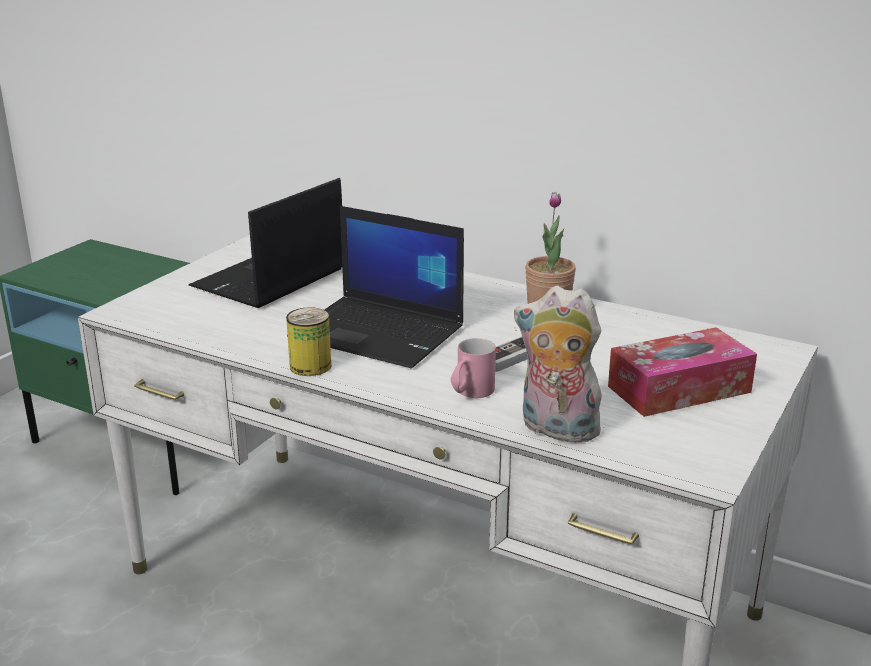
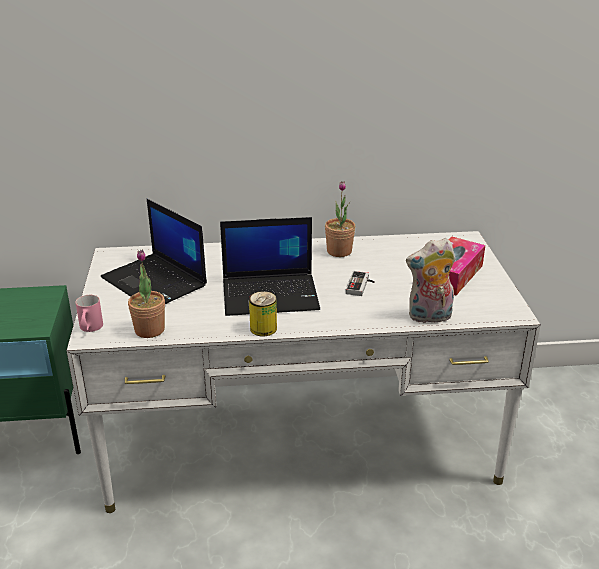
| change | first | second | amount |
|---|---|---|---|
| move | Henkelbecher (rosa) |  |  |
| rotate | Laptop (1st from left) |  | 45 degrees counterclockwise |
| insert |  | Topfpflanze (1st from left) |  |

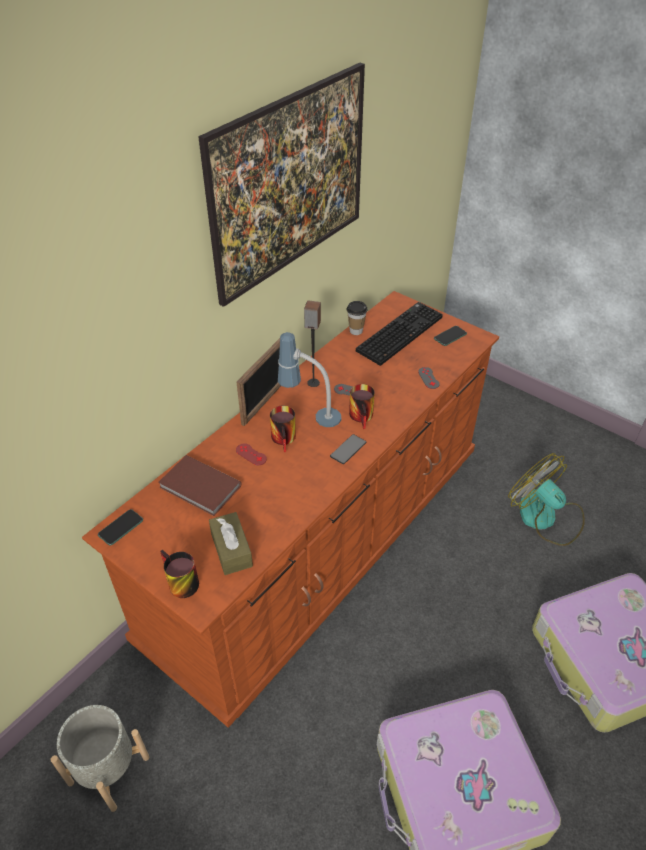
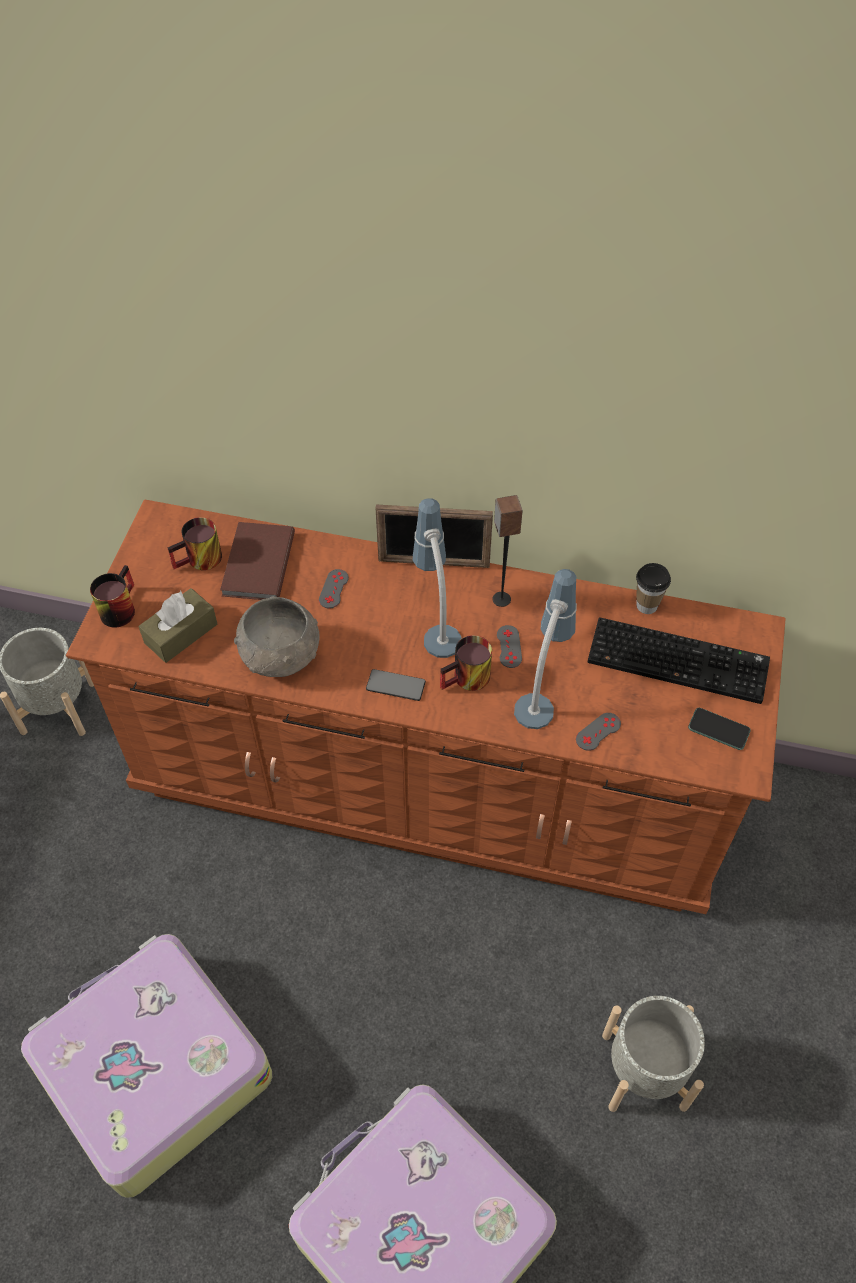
| change | first | second | amount |
|---|---|---|---|
| move | Henkelbecher (2nd from left) |  |  |
| insert |  | Schüssel (grau) |  |
| recolor | Gamepad (rot) | Gamepad (grau) (1st from left) |  |
| insert |  | Tischlampe (2nd from left) |  |
| replace | Ventilator | Pflanzkübel (grau) (2nd from left) |  |
| delete | Handy (1st from left) |  |  |
| delete | Bild |  |  |

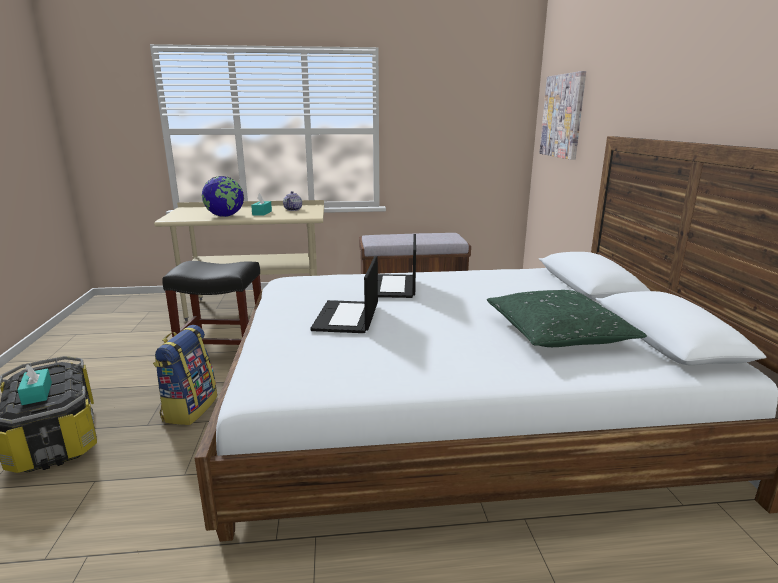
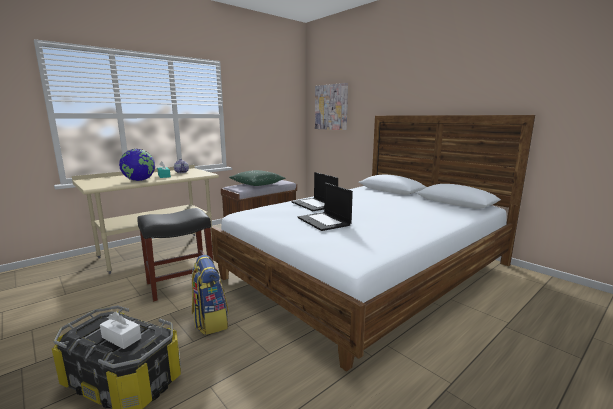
| change | first | second | amount |
|---|---|---|---|
| recolor | Taschentuchbox (türkis) (1st from left) | Taschentuchbox (weiß) |  |
| move | Kissen (grün) |  |  |

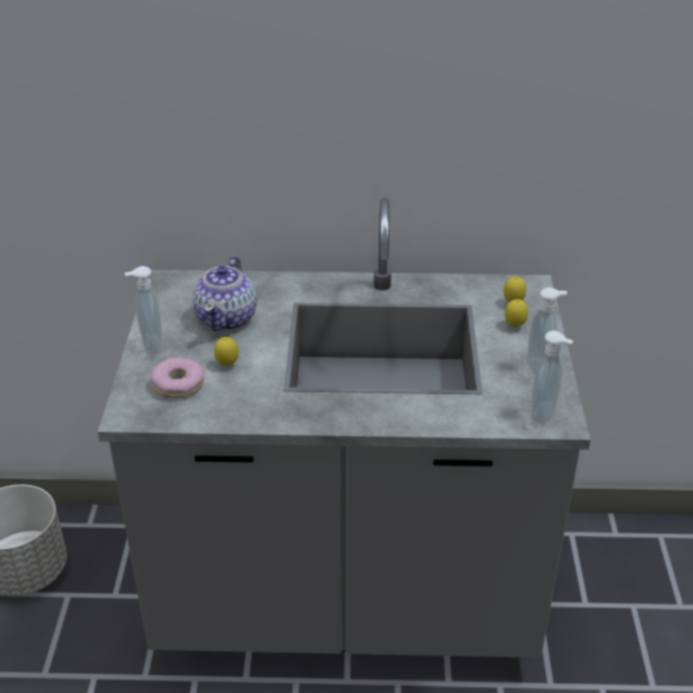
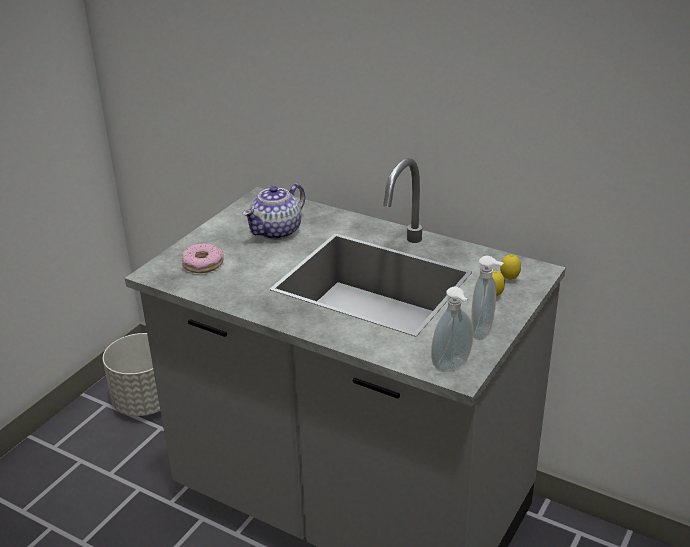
| change | first | second | amount |
|---|---|---|---|
| delete | Seifenspender (1st from left) |  |  |
| delete | Zitrone (1st from left) |  |  |

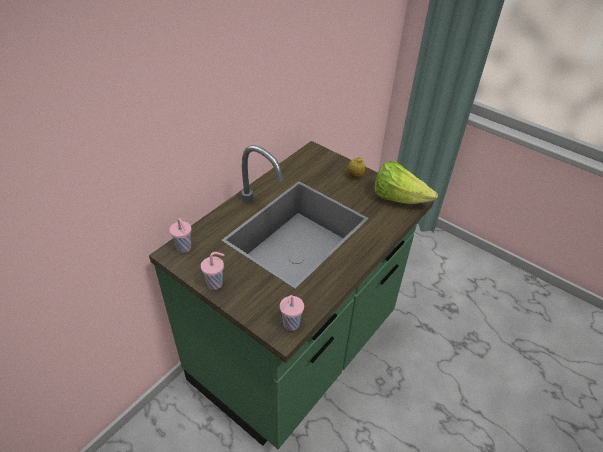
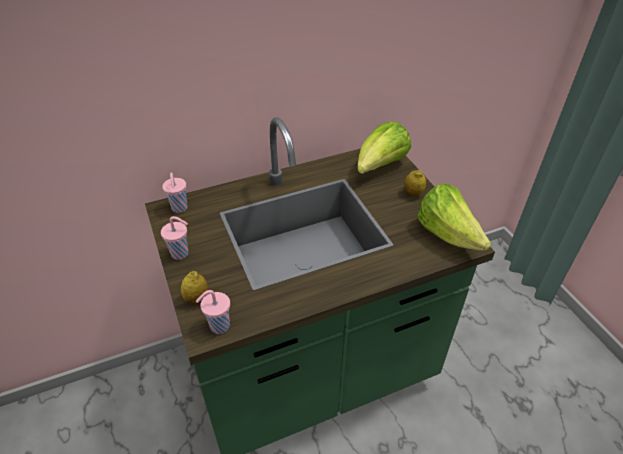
| change | first | second | amount |
|---|---|---|---|
| insert |  | Zitrone (1st from left) |  |
| insert |  | Salatkopf (1st from left) |  |

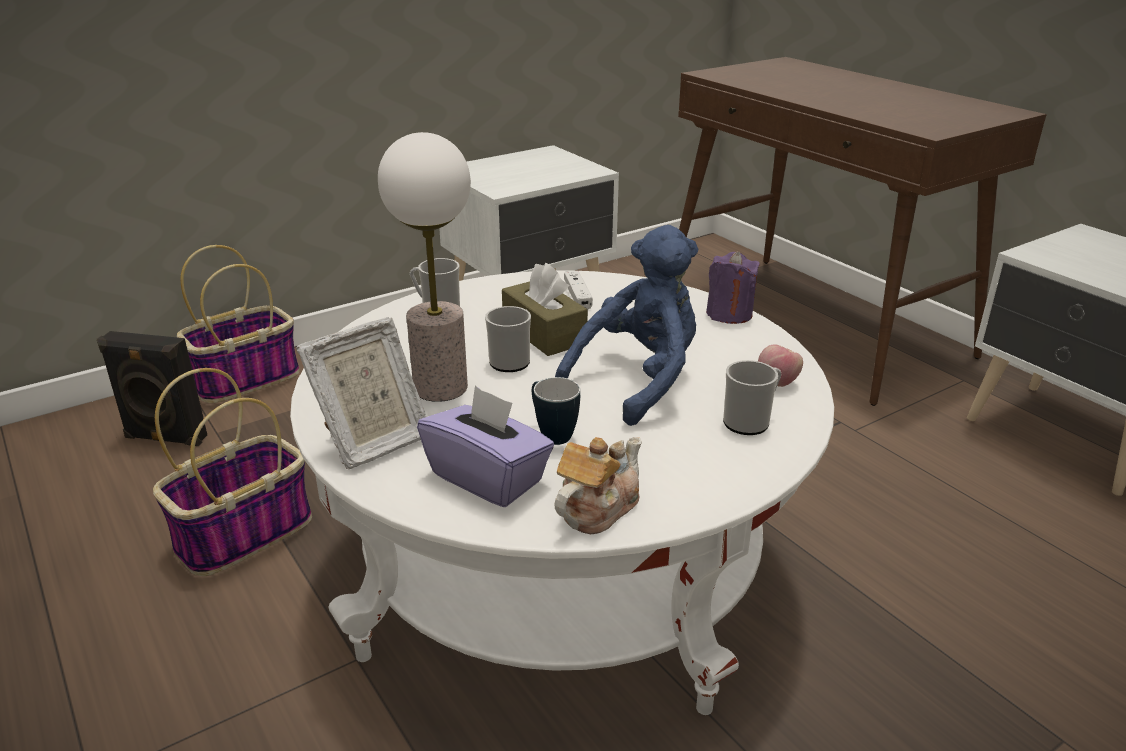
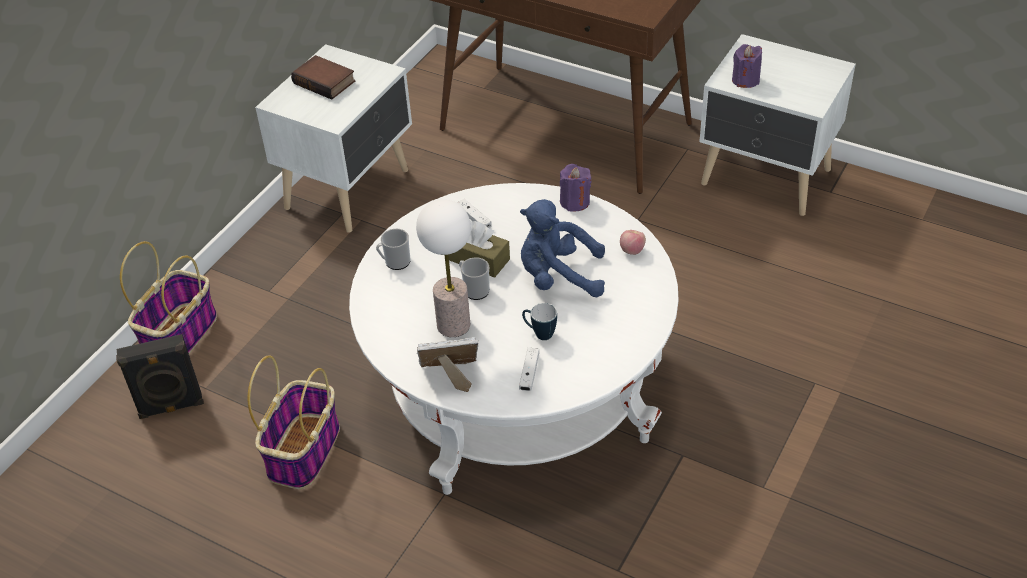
| change | first | second | amount |
|---|---|---|---|
| insert |  | Buch |  |
| rotate | Bilderrahmen |  | 120 degrees counterclockwise |
| replace | Taschentuchbox (lila) | Gamepad (weiß) (2nd from left) |  |
| rotate | Plüschtier (blau) |  | 105 degrees counterclockwise |
| insert |  | Kerze (lila) (2nd from left) |  |
| delete | Teekanne |  |  |
| delete | Henkelbecher (4th from left) |  |  |

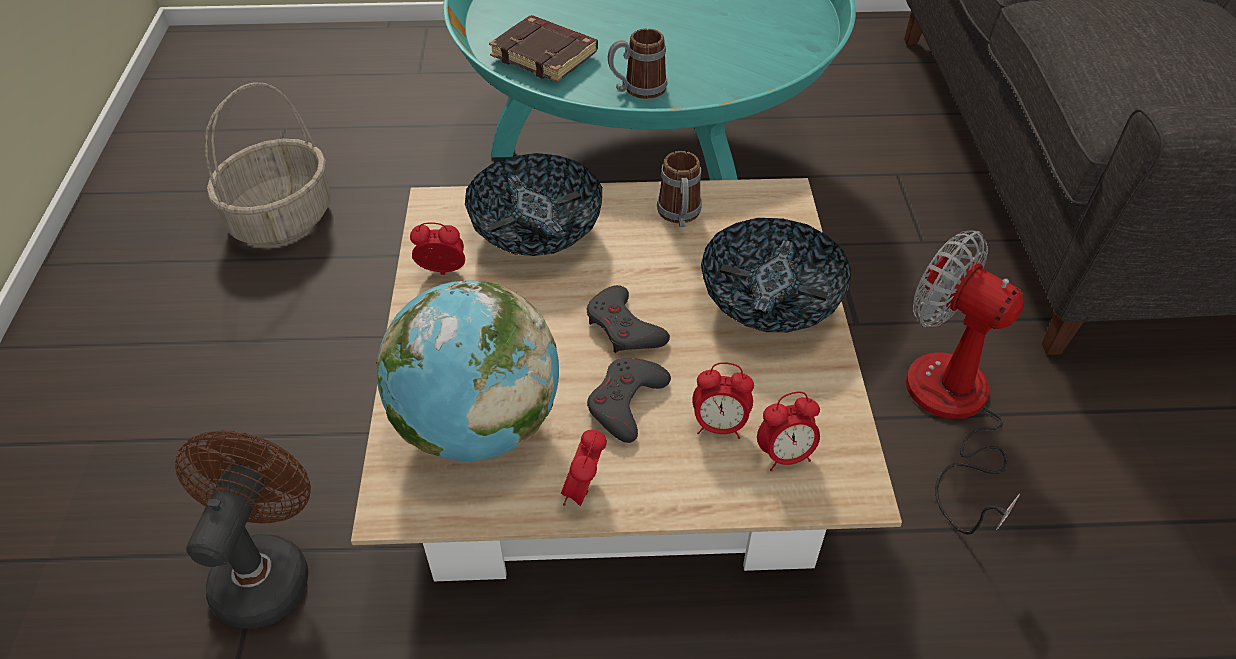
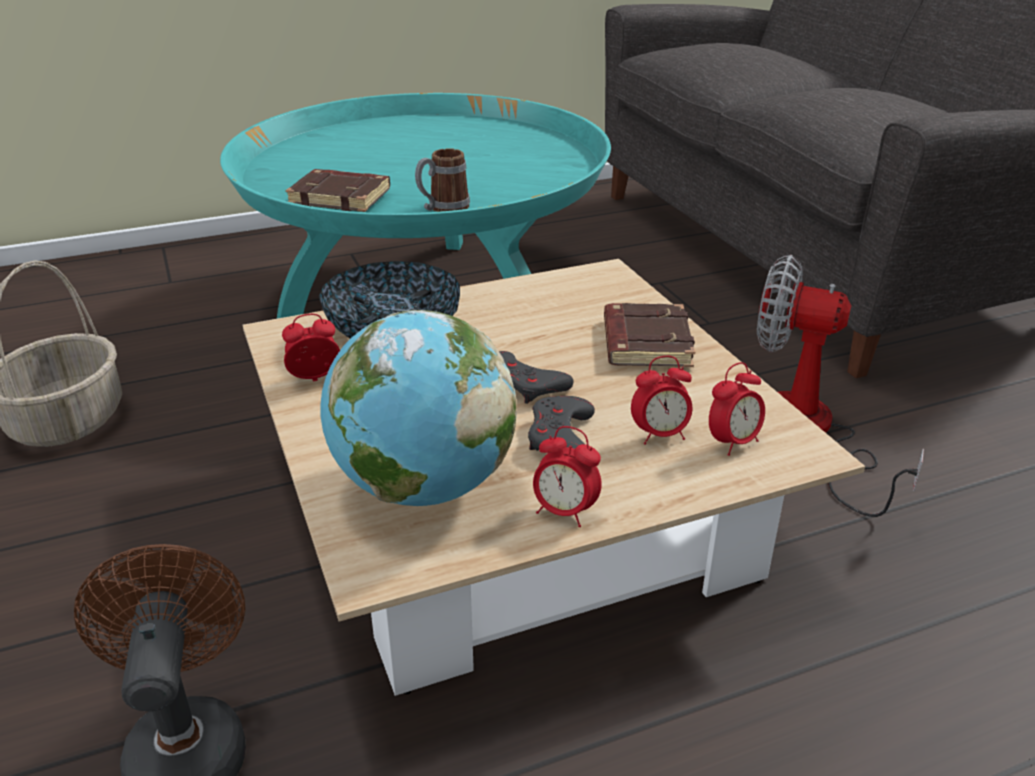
| change | first | second | amount |
|---|---|---|---|
| rotate | Wecker (2nd from left) |  | 60 degrees counterclockwise |
| replace | Schüssel (2nd from left) | Buch (braun) (2nd from left) |  |
| delete | Henkelbecher (2nd from left) |  |  |

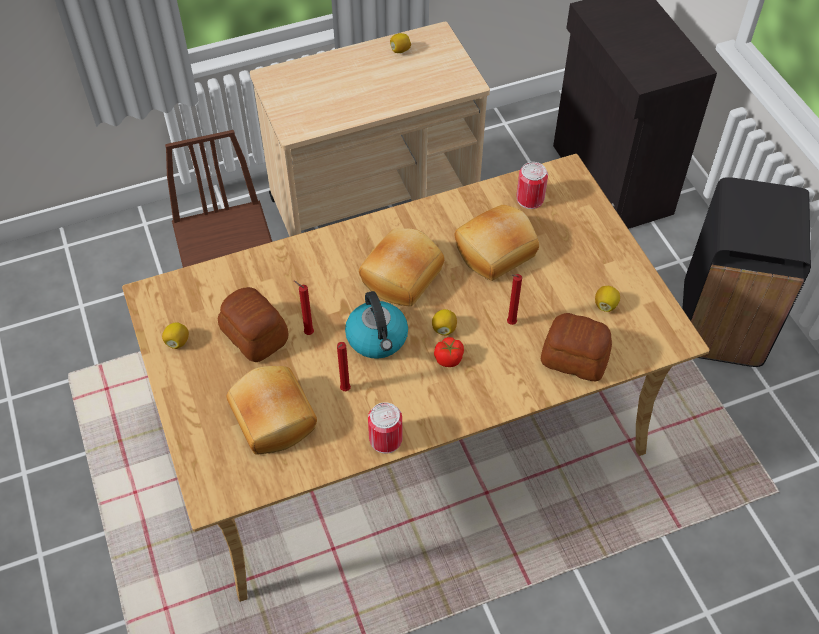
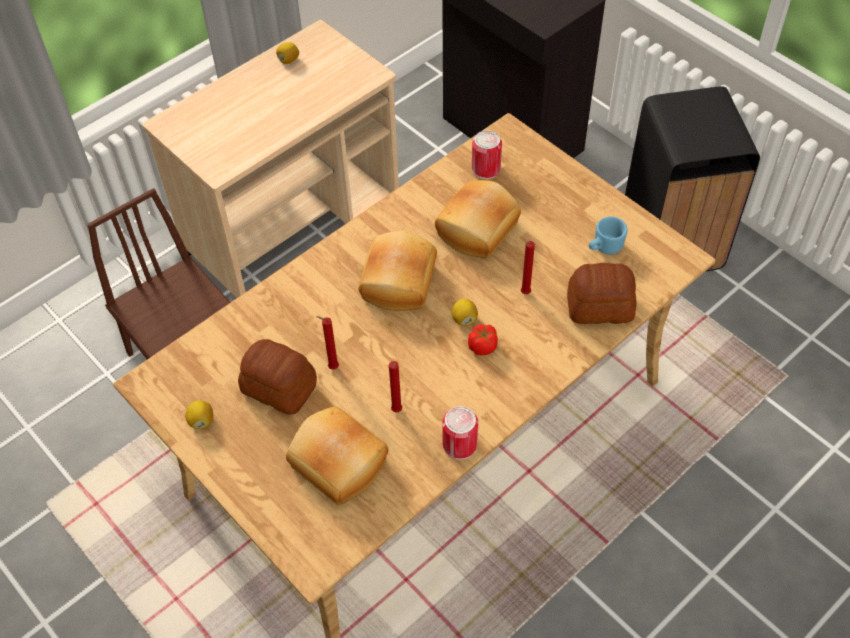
| change | first | second | amount |
|---|---|---|---|
| replace | Zitrone (4th from left) | Henkelbecher (blau) |  |
| delete | Wasserkessel |  |  |

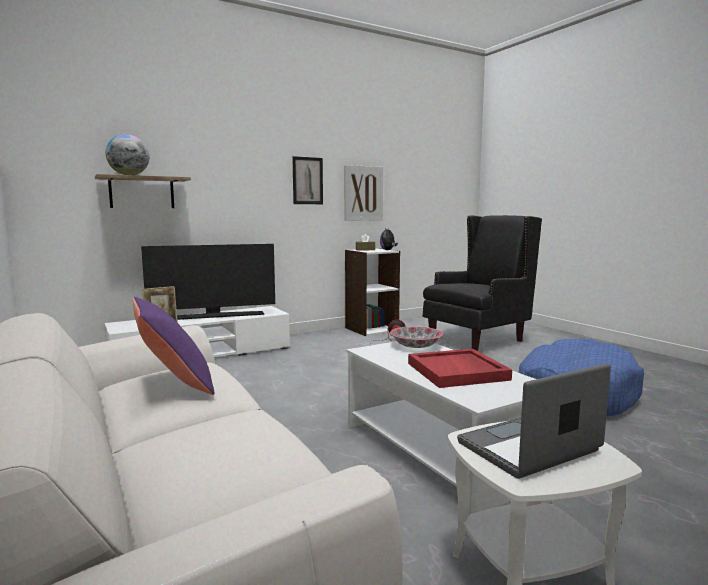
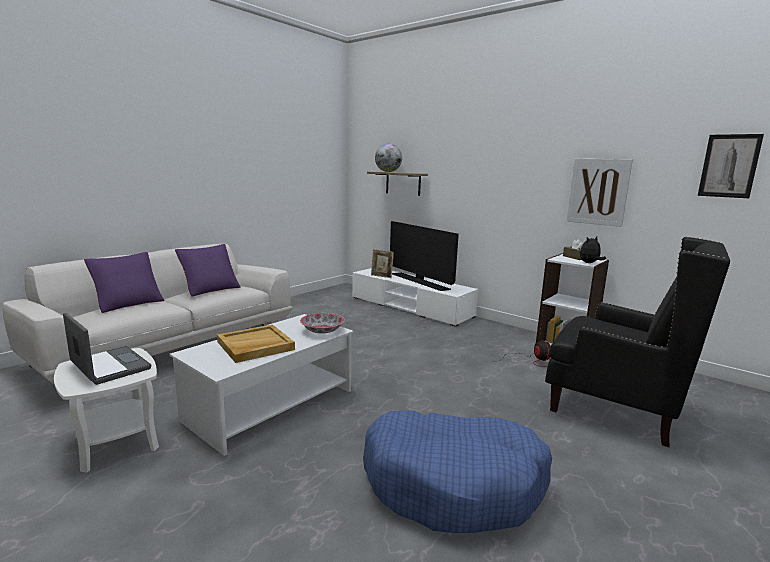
| change | first | second | amount |
|---|---|---|---|
| insert |  | Kissen (lila) (1st from left) |  |
| recolor | Tablett (rot) | Tablett (beige) |  |
| move | Bild (1st from left in the first image) | Bild (2nd from left) |  |

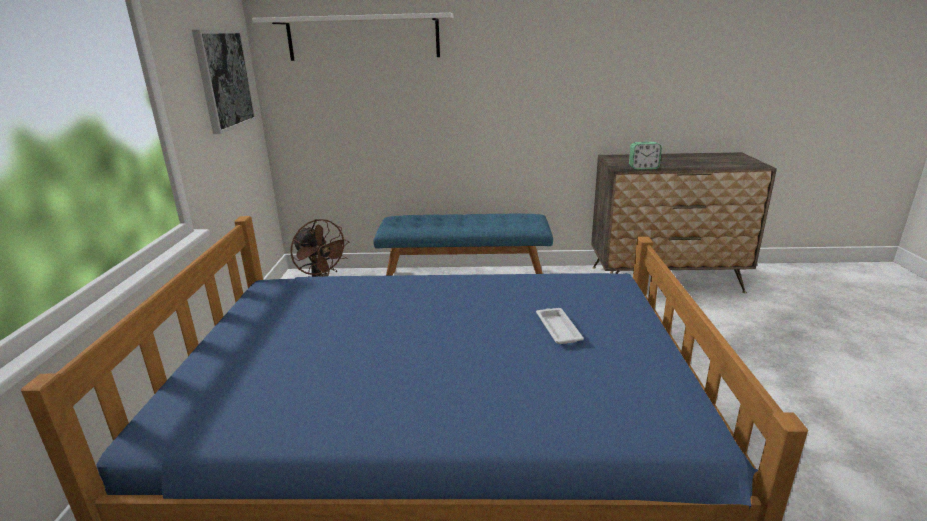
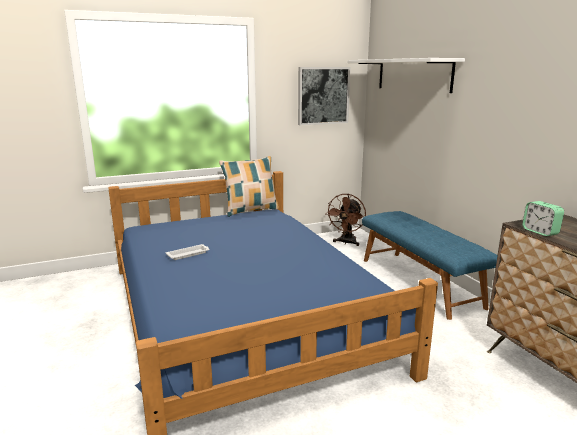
| change | first | second | amount |
|---|---|---|---|
| move | Tablett (weiß) |  |  |
| insert |  | Kissen |  |

